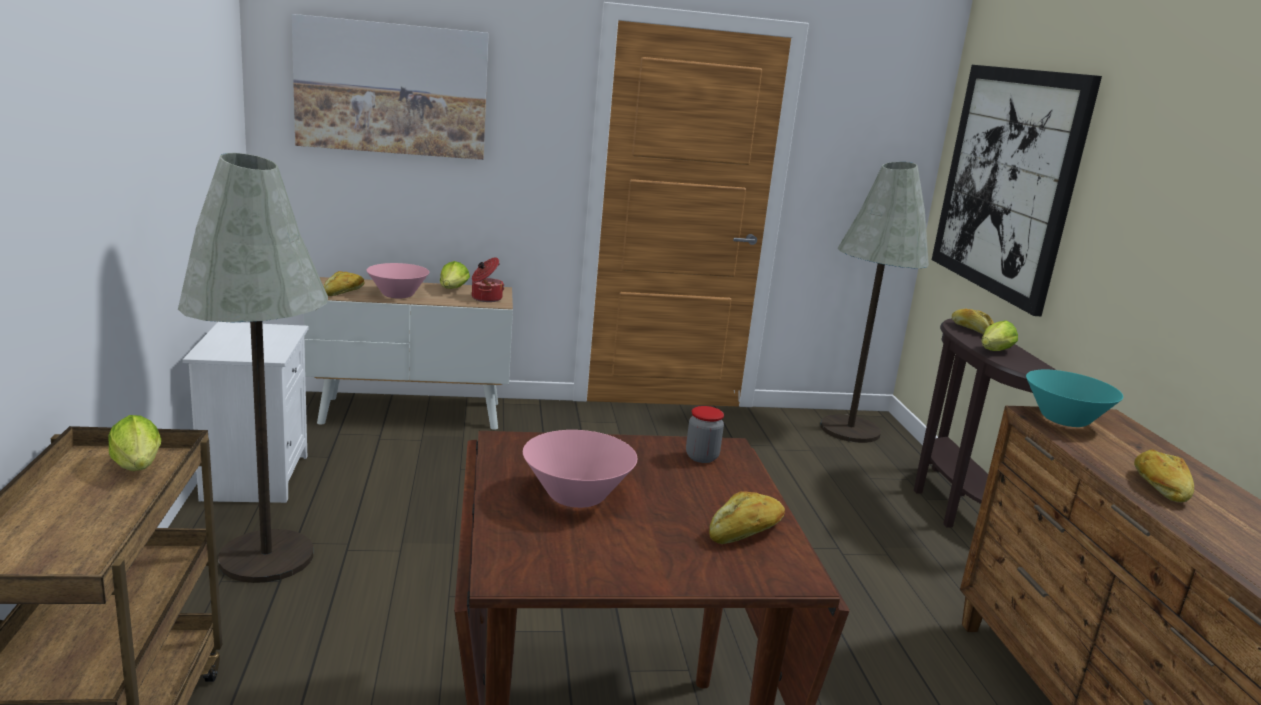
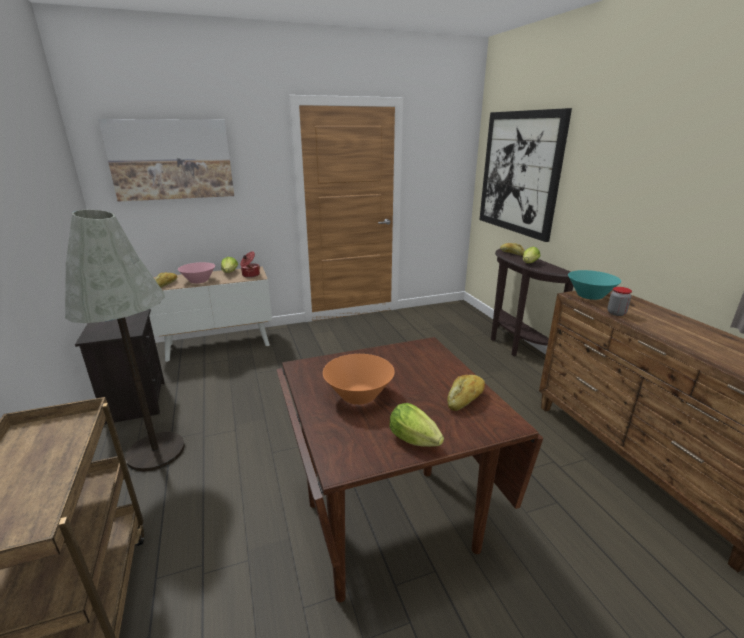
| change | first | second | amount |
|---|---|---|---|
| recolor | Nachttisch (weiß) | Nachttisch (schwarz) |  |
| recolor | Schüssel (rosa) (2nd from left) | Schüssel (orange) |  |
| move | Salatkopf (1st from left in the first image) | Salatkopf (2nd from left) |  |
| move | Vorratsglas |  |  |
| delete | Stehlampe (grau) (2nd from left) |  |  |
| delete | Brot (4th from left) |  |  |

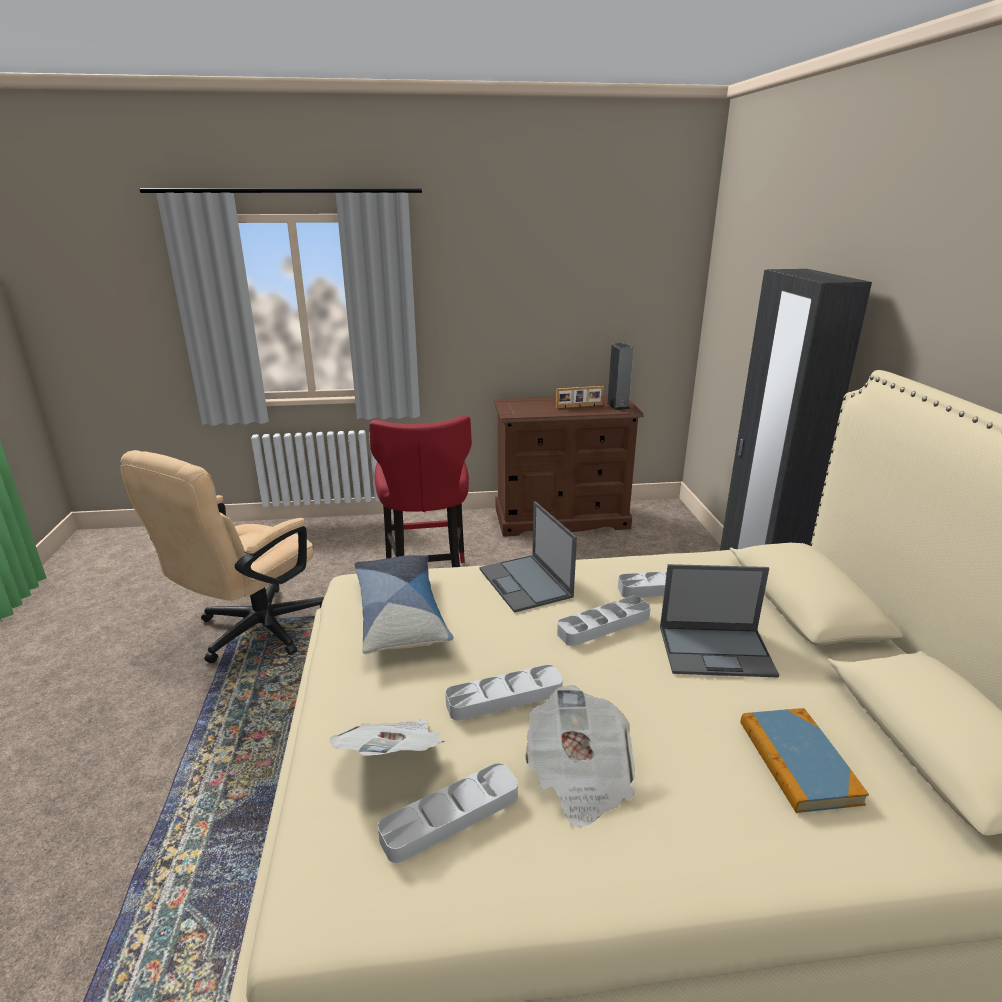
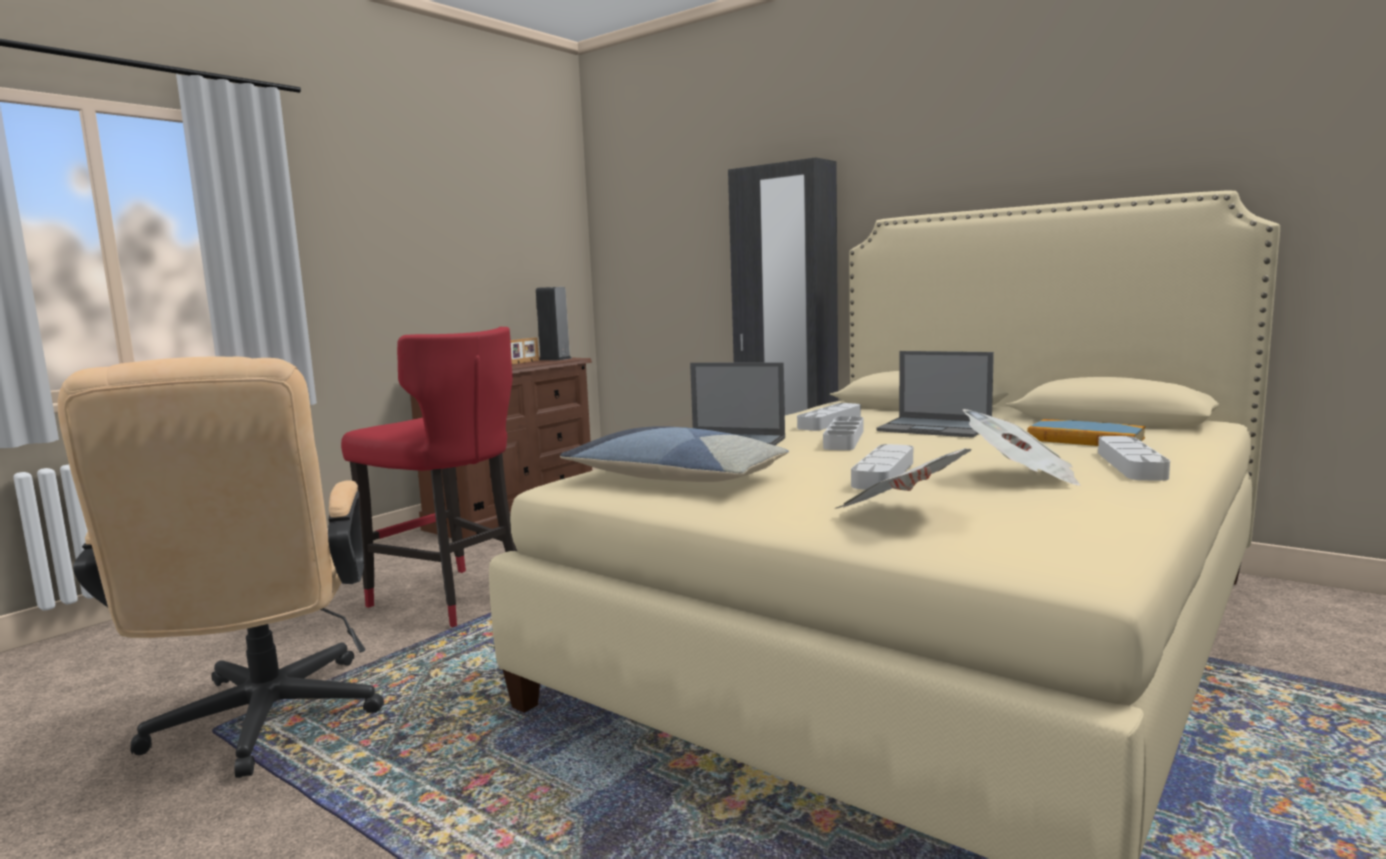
| change | first | second | amount |
|---|---|---|---|
| rotate | Laptop (2nd from left) |  | 75 degrees clockwise |
| move | Tablett (grau) (1st from left in the first image) | Tablett (grau) (4th from left) |  |

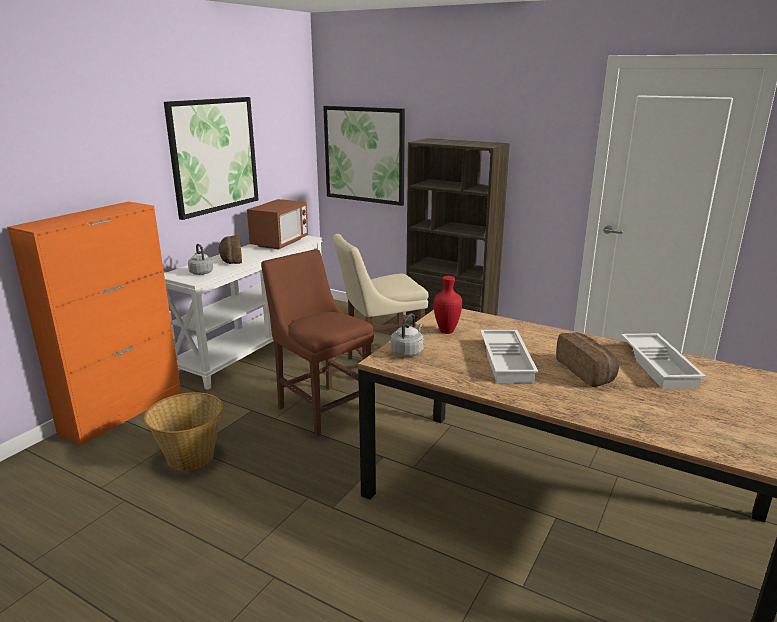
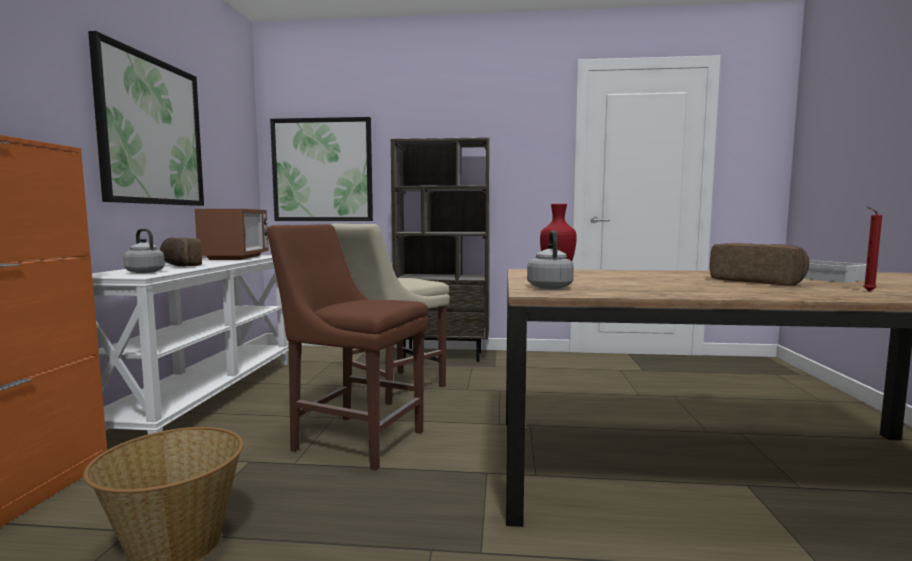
| change | first | second | amount |
|---|---|---|---|
| insert |  | Kerze (rot) |  |
| delete | Tablett (weiß) (1st from left) |  |  |

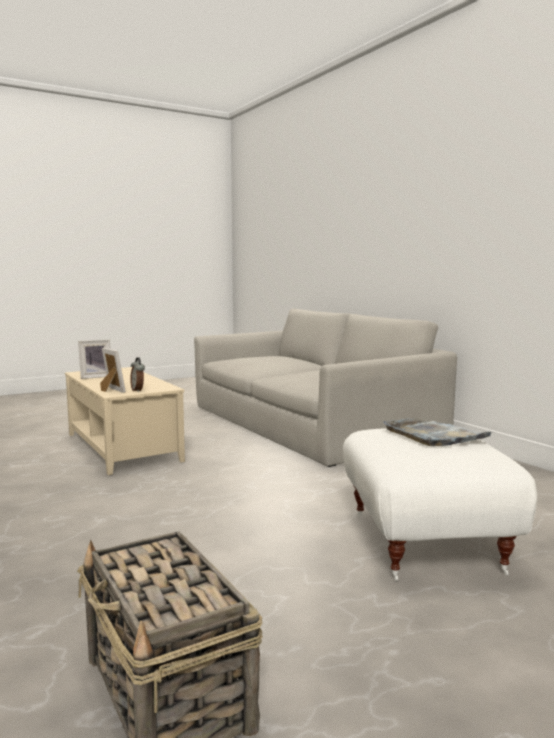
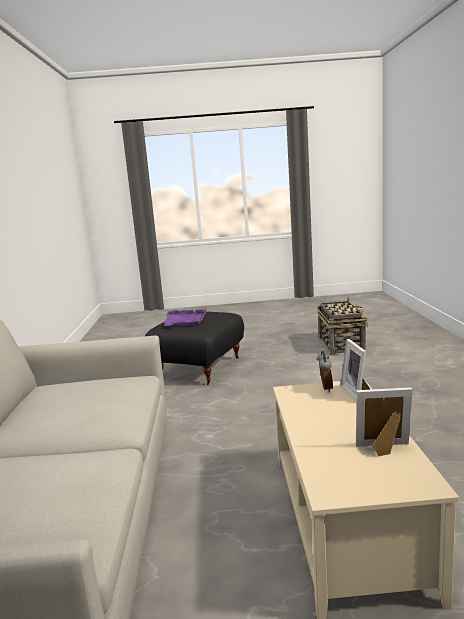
| change | first | second | amount |
|---|---|---|---|
| recolor | Polsterhocker (weiß) | Polsterhocker (schwarz) |  |
| recolor | Tablett (grau) | Tablett (lila) |  |

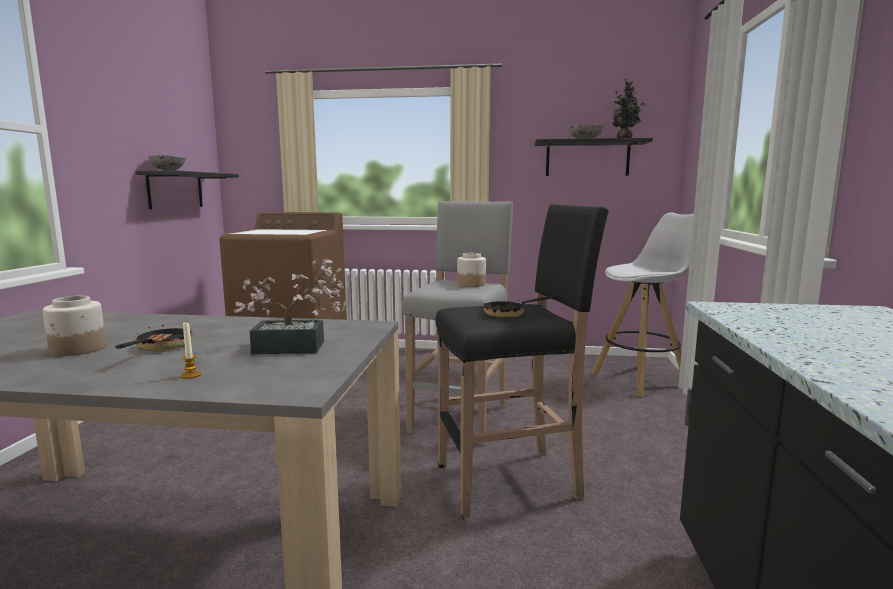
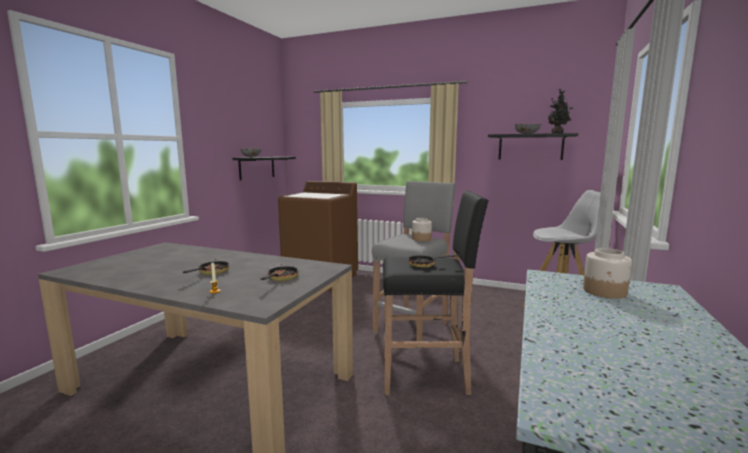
| change | first | second | amount |
|---|---|---|---|
| replace | Topfpflanze (1st from left) | Pfanne (2nd from left) |  |
| move | Vorratsglas (1st from left in the first image) | Vorratsglas (2nd from left) |  |

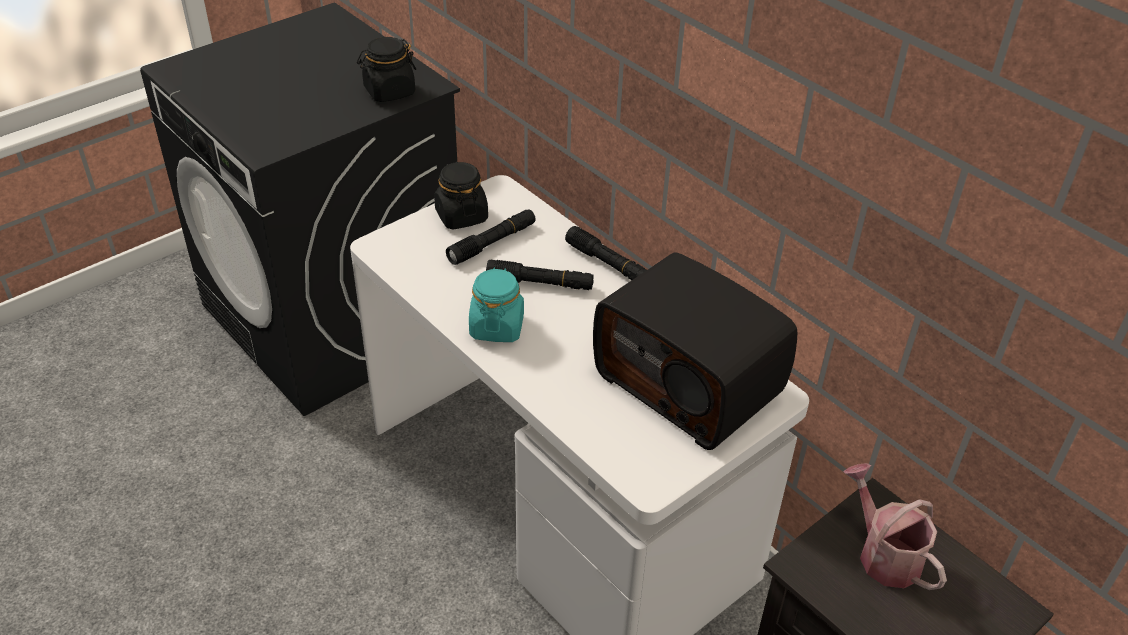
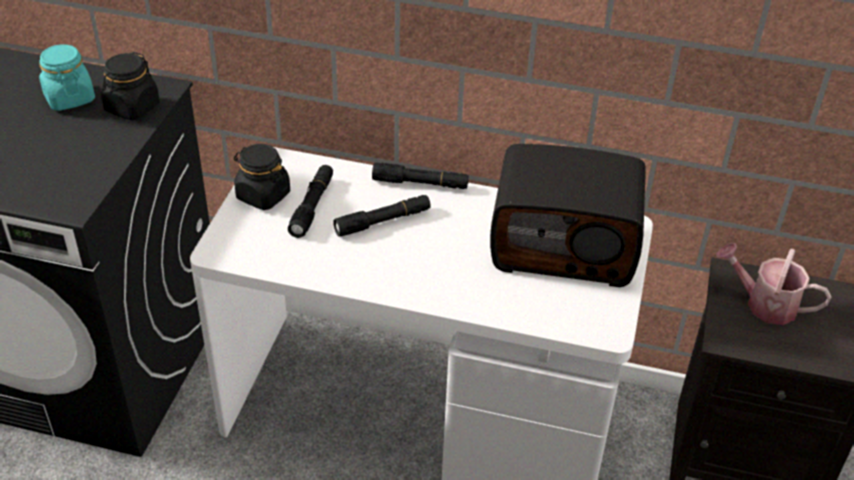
| change | first | second | amount |
|---|---|---|---|
| move | Vorratsglas (türkis) |  |  |

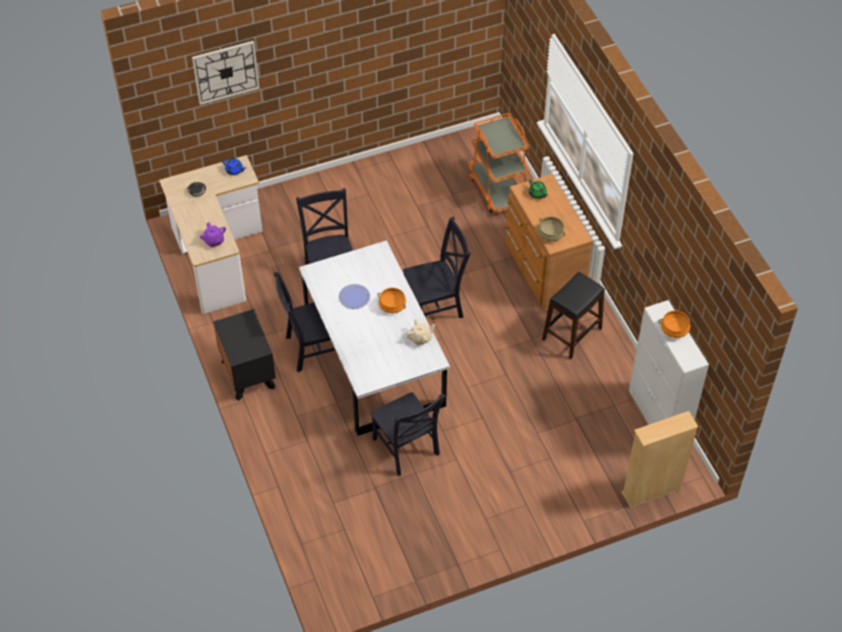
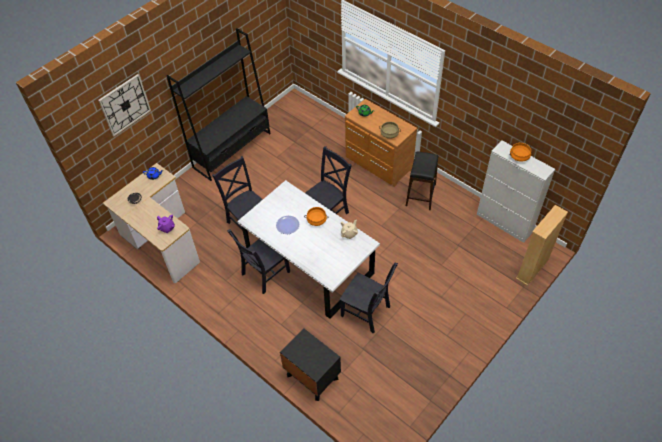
| change | first | second | amount |
|---|---|---|---|
| insert |  | Bücherregal (schwarz) |  |
| move | Nachttisch (schwarz) |  |  |
| delete | Rollwagen (orange) |  |  |

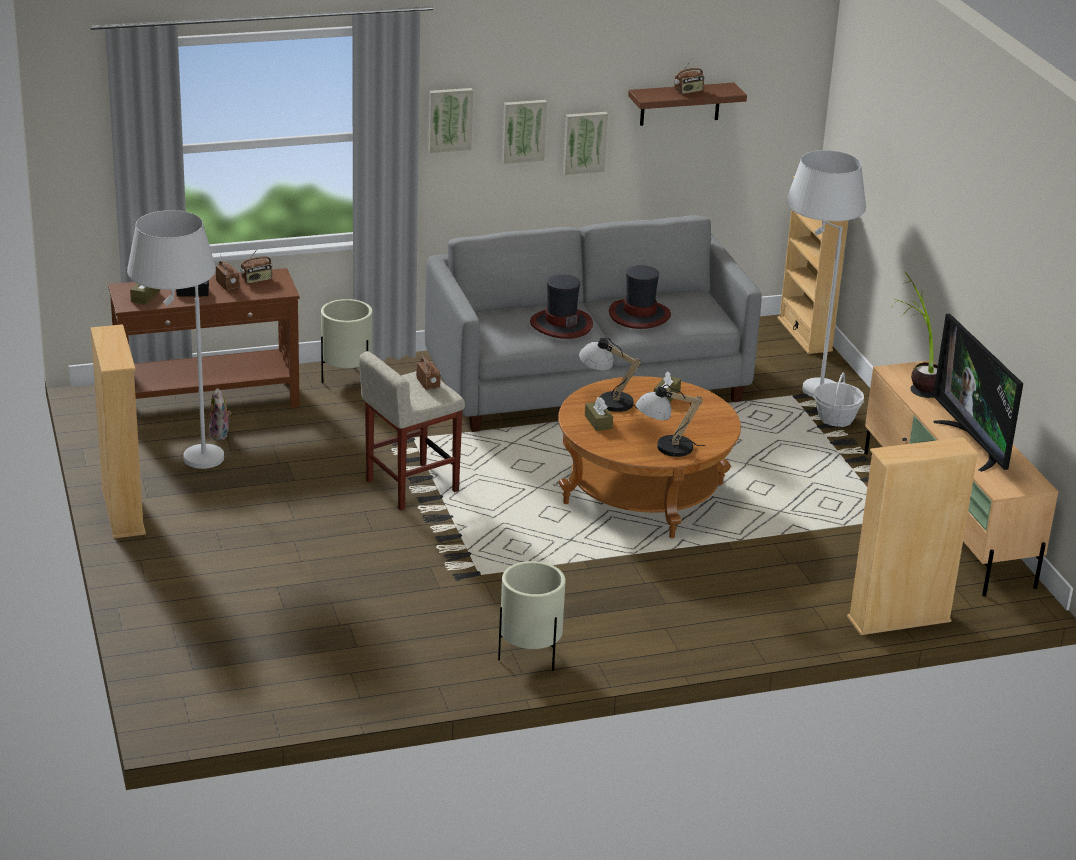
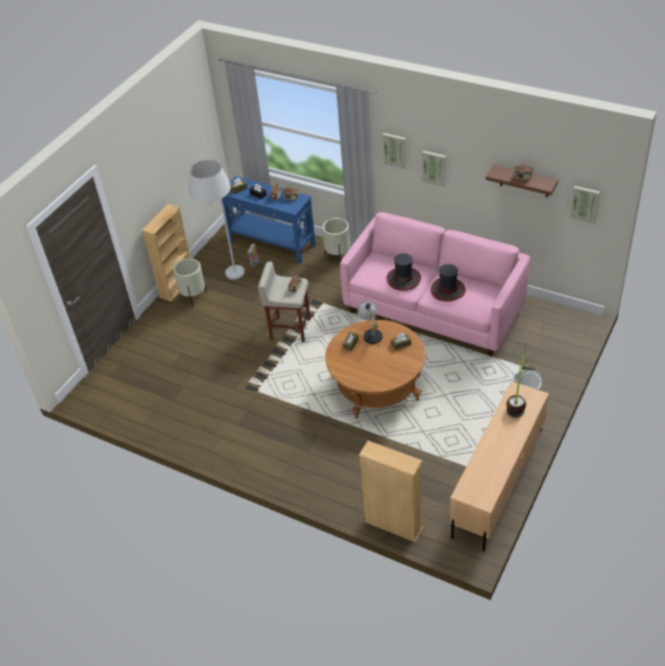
| change | first | second | amount |
|---|---|---|---|
| move | Pflanzkübel (beige) (2nd from left in the first image) | Pflanzkübel (beige) (1st from left) |  |
| recolor | Konsolentisch (braun) | Konsolentisch (blau) |  |
| recolor | Sofa (grau) | Sofa (rosa) |  |
| move | Bild (3rd from left) |  |  |
| delete | Tischlampe (2nd from left) |  |  |
| delete | Bücherregal (beige) (2nd from left) |  |  |
| delete | Stehlampe (weiß) (2nd from left) |  |  |
| delete | Fernseher |  |  |

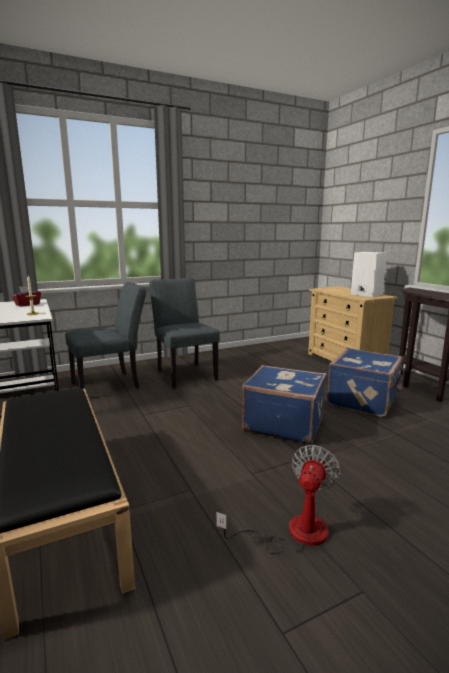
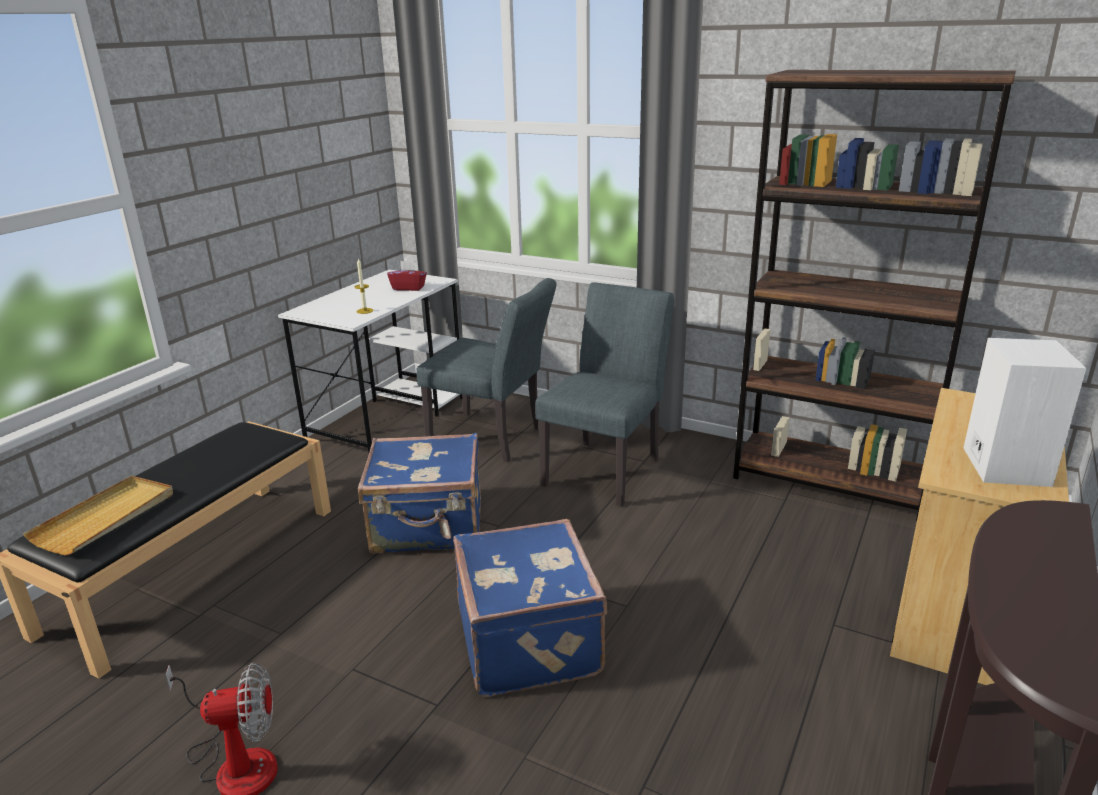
| change | first | second | amount |
|---|---|---|---|
| insert |  | Tablett (beige) |  |
| move | Koffer (blau) (2nd from left in the first image) | Koffer (blau) (1st from left) |  |
| insert |  | Bücherregal (braun) |  |

